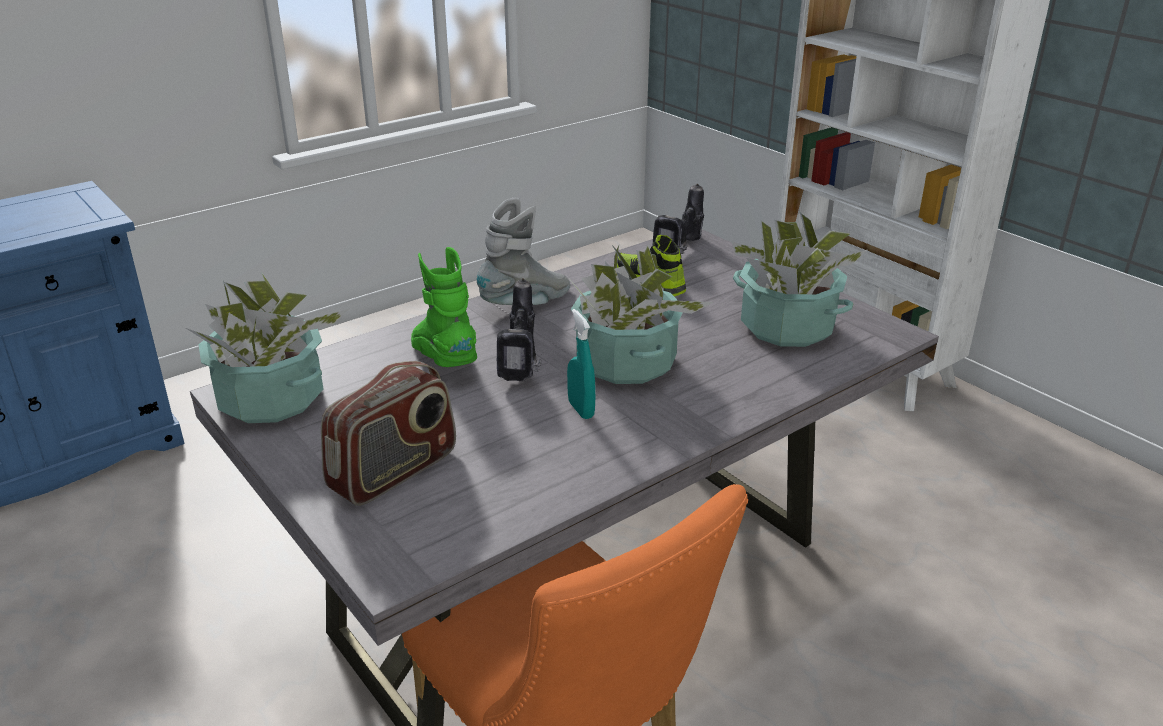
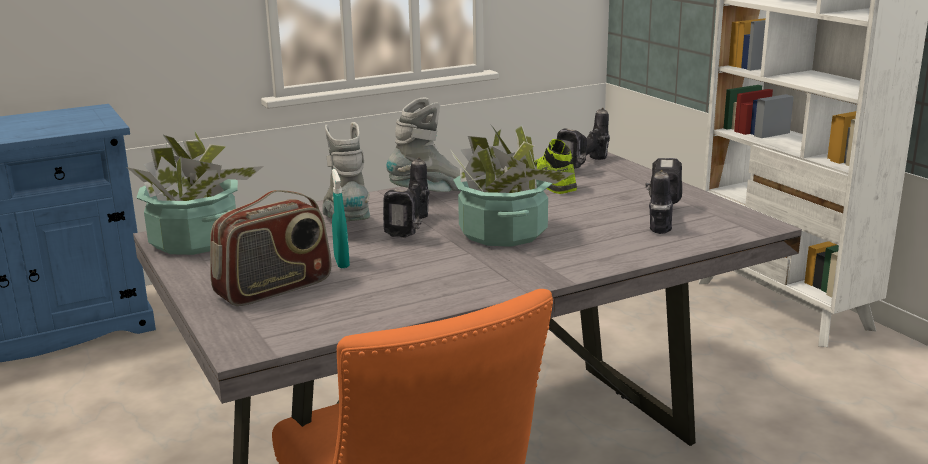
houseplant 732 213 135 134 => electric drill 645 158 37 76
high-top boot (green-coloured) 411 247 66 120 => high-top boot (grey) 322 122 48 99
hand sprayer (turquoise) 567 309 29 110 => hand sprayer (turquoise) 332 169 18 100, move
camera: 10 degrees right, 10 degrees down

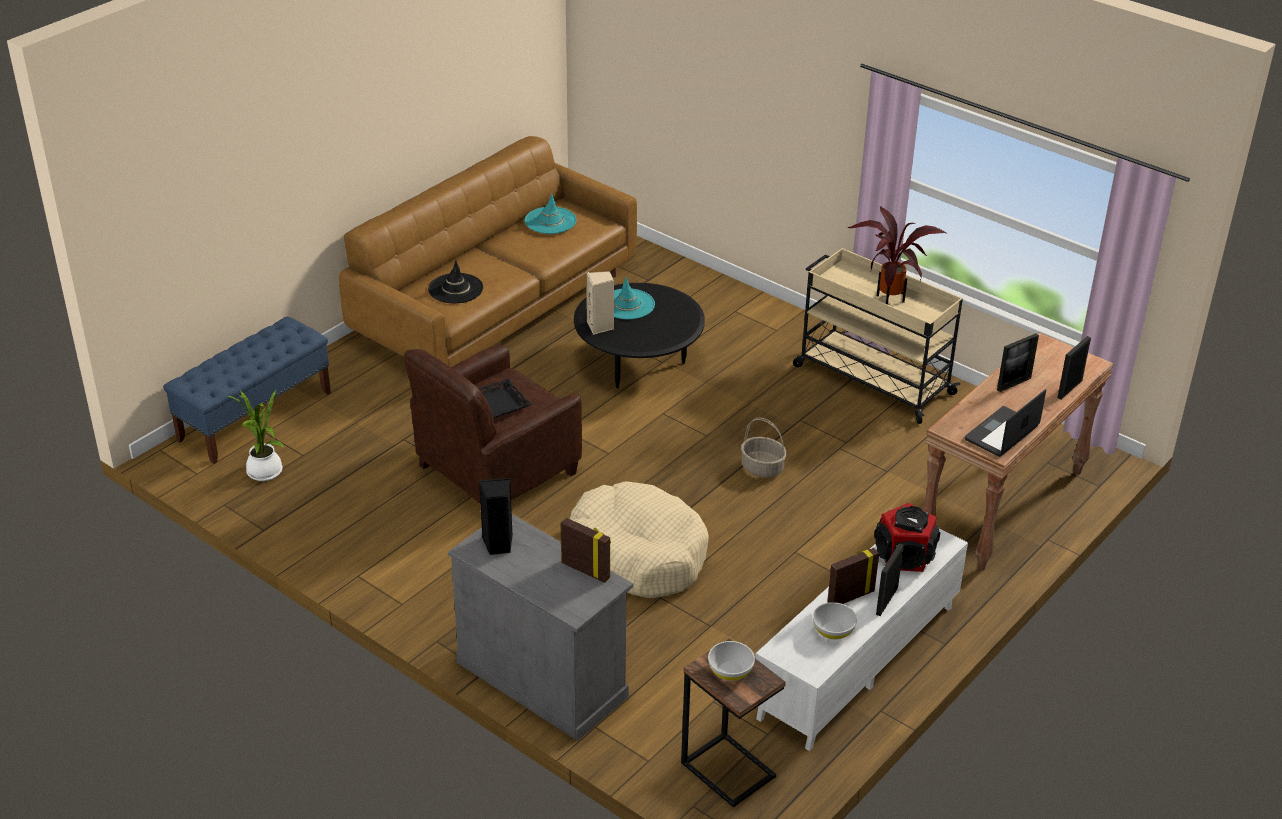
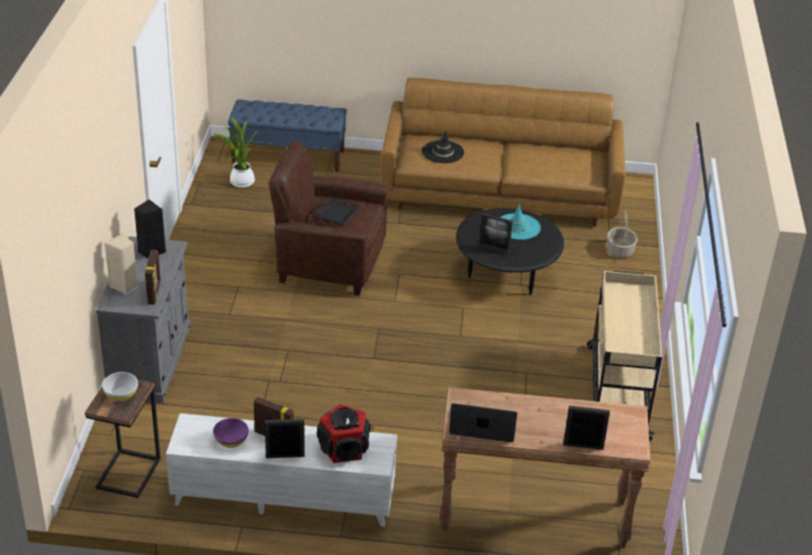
clothing hat (turquoise) 525 193 51 41 => nothing
houseplant 847 207 99 97 => nothing
speaker (beige-coloured) 586 271 28 64 => speaker (beige-coloured) 105 233 33 61, move
standing frame 997 333 42 59 => standing frame 479 213 34 41, move
basket 741 417 46 61 => basket 606 211 32 47, move
dog cushion (beige-coloured) 570 481 139 117 => nothing
deep dish (whitish) 813 602 44 38 => deep dish (purplish) 213 418 36 30
camera: 55 degrees right, 0 degrees up

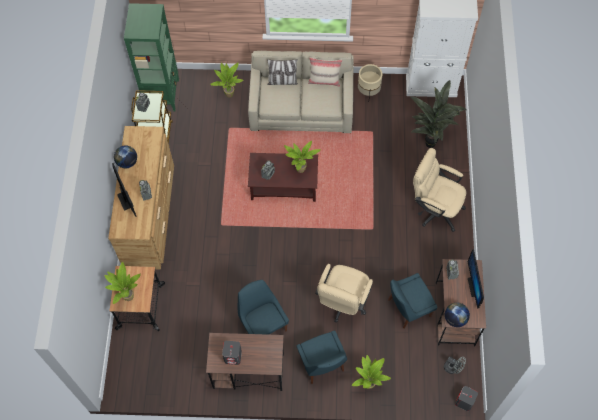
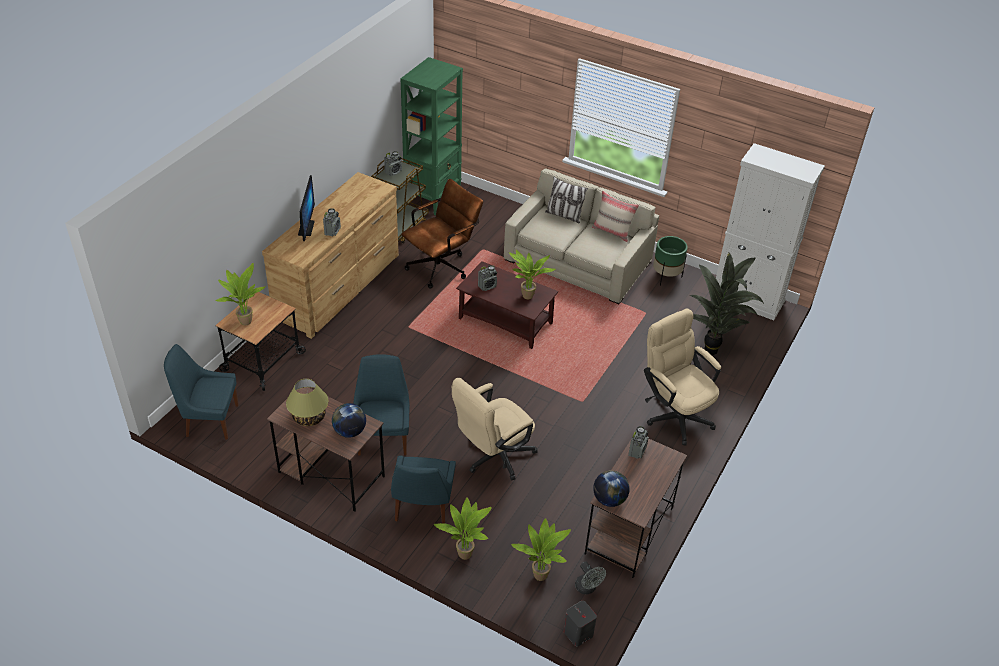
houseplant 210 62 33 36 => houseplant 511 518 60 63, move
planter (beige-coloured) 358 64 24 34 => planter (green-coloured) 653 236 35 50
desk globe 114 145 23 23 => desk globe 332 403 34 35, move
monitor 467 249 17 60 => nothing
plain chair (blue-coloured) 388 273 50 56 => plain chair (blue-coloured) 164 344 74 96, move
speaker (grey) 222 341 20 24 => table lamp 286 379 42 47
nothing => desk chair (brownish) 401 179 82 110
camera: 25 degrees right, 20 degrees down

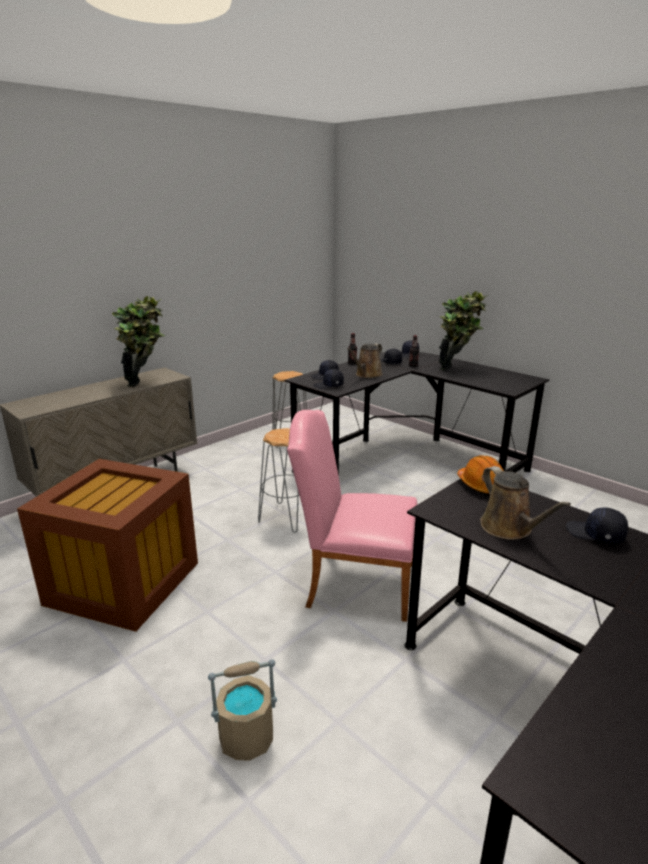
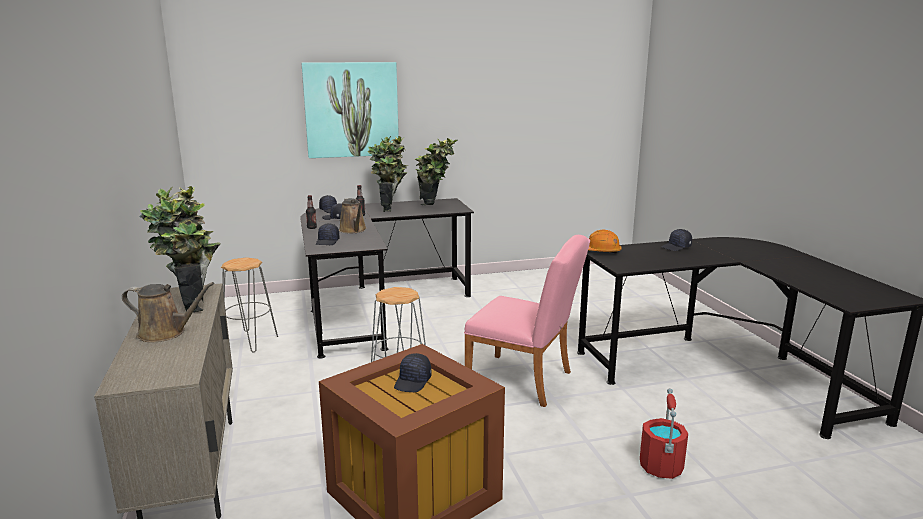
peaked cap (black) 313 369 31 20 => peaked cap (black) 394 353 37 39, move
plain chair (pink) 287 410 130 212 => plain chair (pink) 464 235 126 172, 105 degrees counterclockwise
sprinkling can (brownish) 480 466 91 74 => sprinkling can (brownish) 122 282 92 60, move
pail (beige-coloured) 208 659 69 102 => pail (red) 640 388 48 91
nothing => picture 302 62 97 96
nothing => houseplant 414 138 43 67
camera: 60 degrees left, 5 degrees down

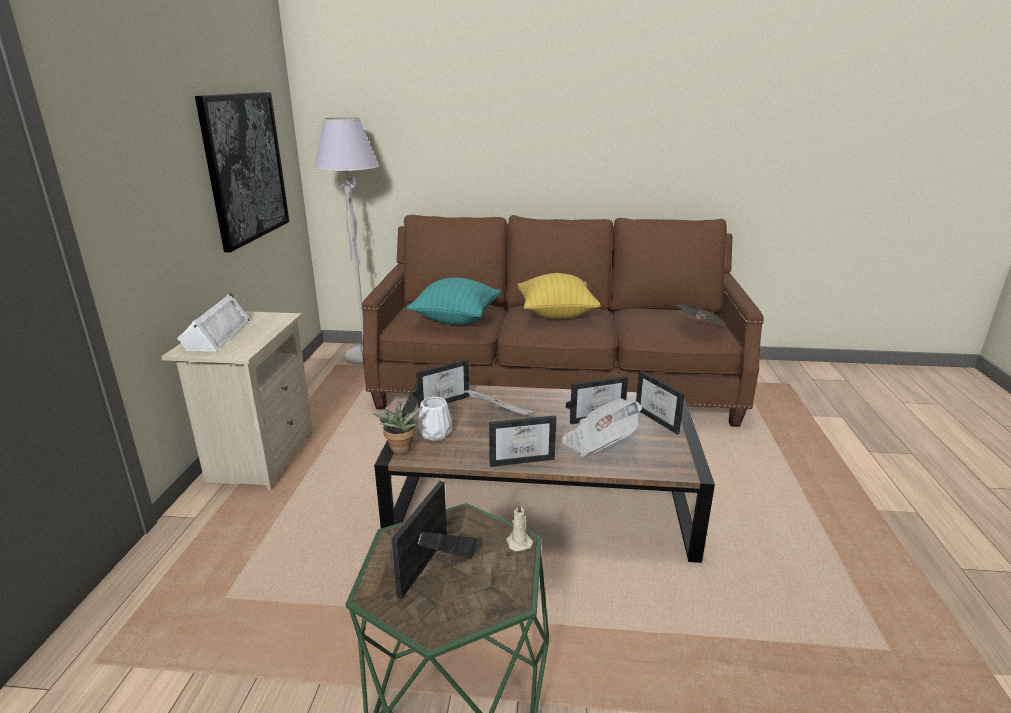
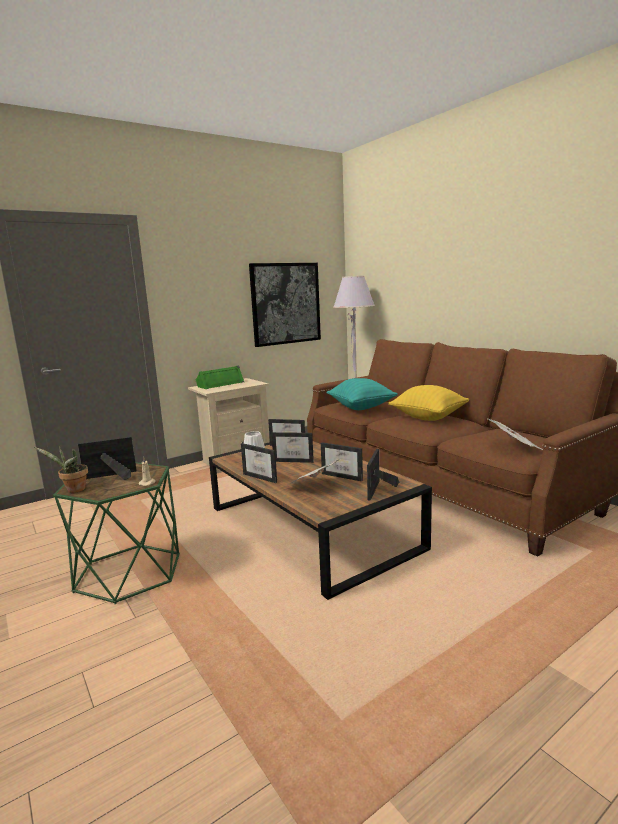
speaker (whitish) 177 292 73 60 => speaker (green-coloured) 196 366 48 23
printed paper 464 390 70 26 => standing frame 272 432 42 31
houseplant 374 401 49 53 => houseplant 34 446 54 47, move
camera: 50 degrees right, 10 degrees down

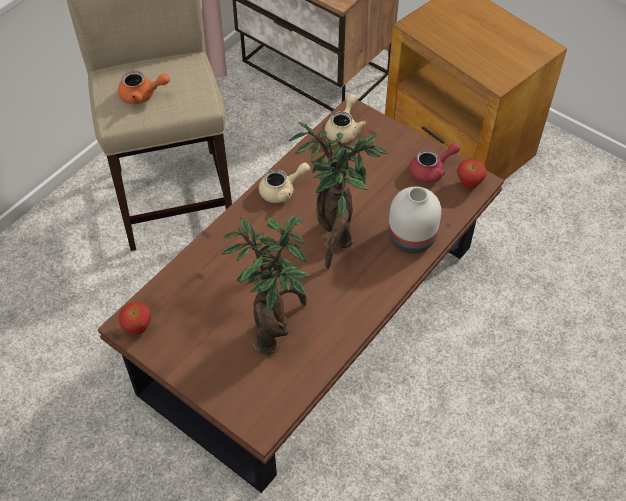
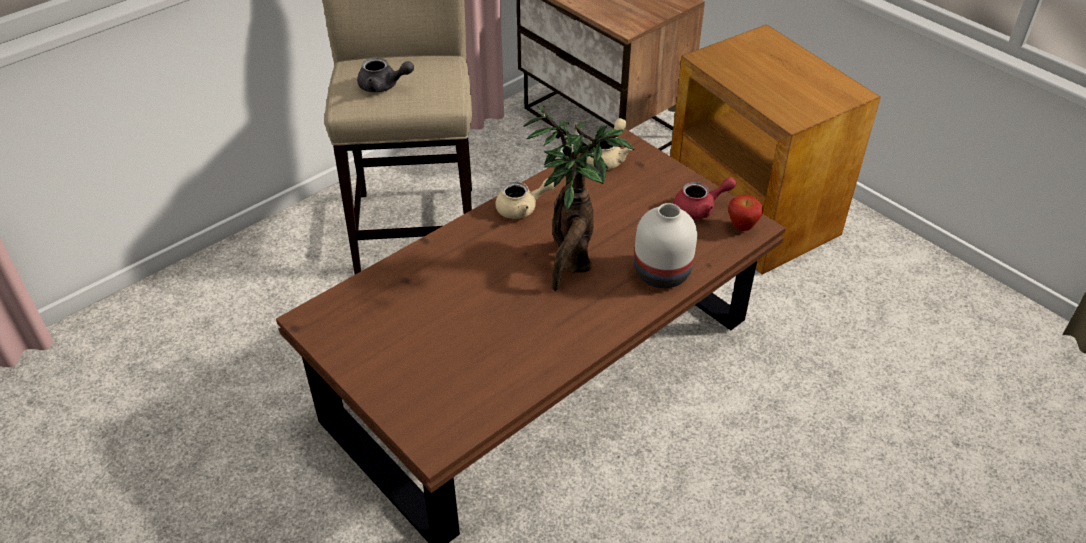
tea pot (orangey) 118 71 52 33 => tea pot (grey) 357 57 57 36
houseplant 221 215 89 140 => nothing
whole apple 119 302 32 33 => nothing
camera: 10 degrees right, 10 degrees down

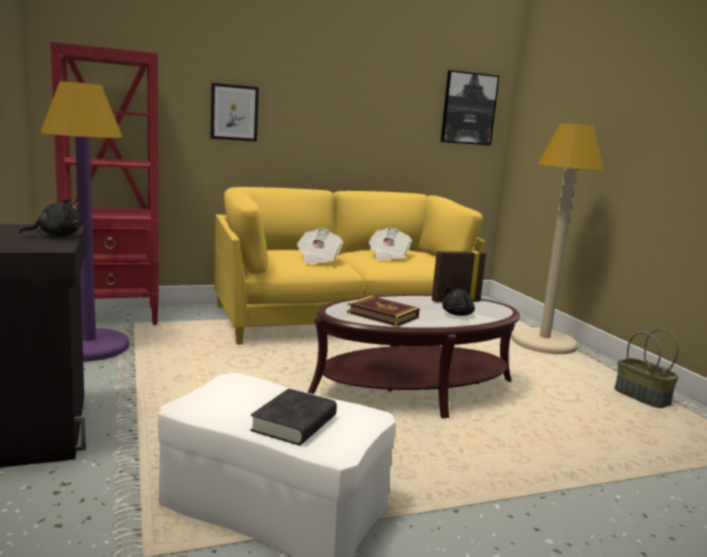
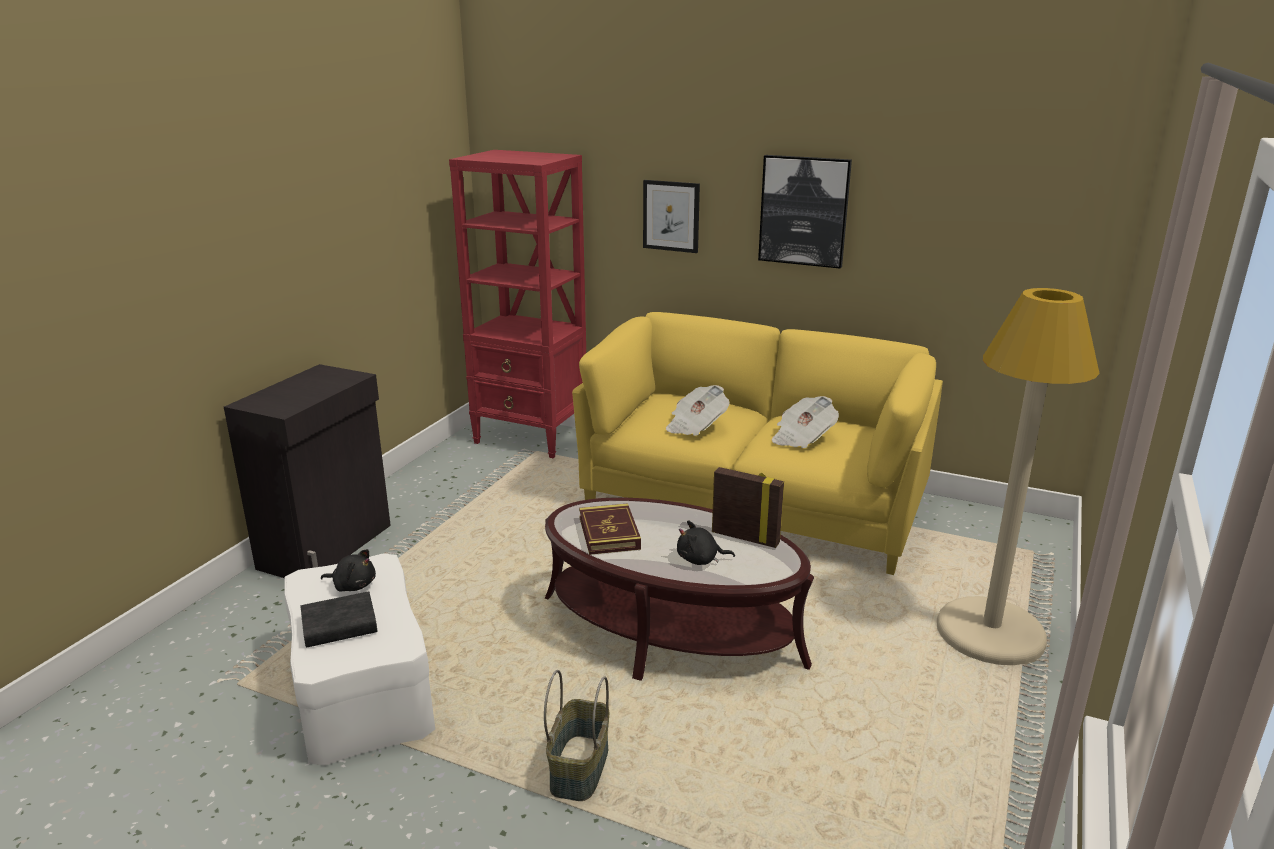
picture 441 70 58 75 => picture 758 155 94 114, move
standing lamp (purplish) 40 82 89 279 => nothing
plush toy (black) 19 199 63 37 => plush toy (black) 321 549 55 43, move
basket 614 329 65 79 => basket 544 670 65 131, move
camera: 45 degrees right, 10 degrees up

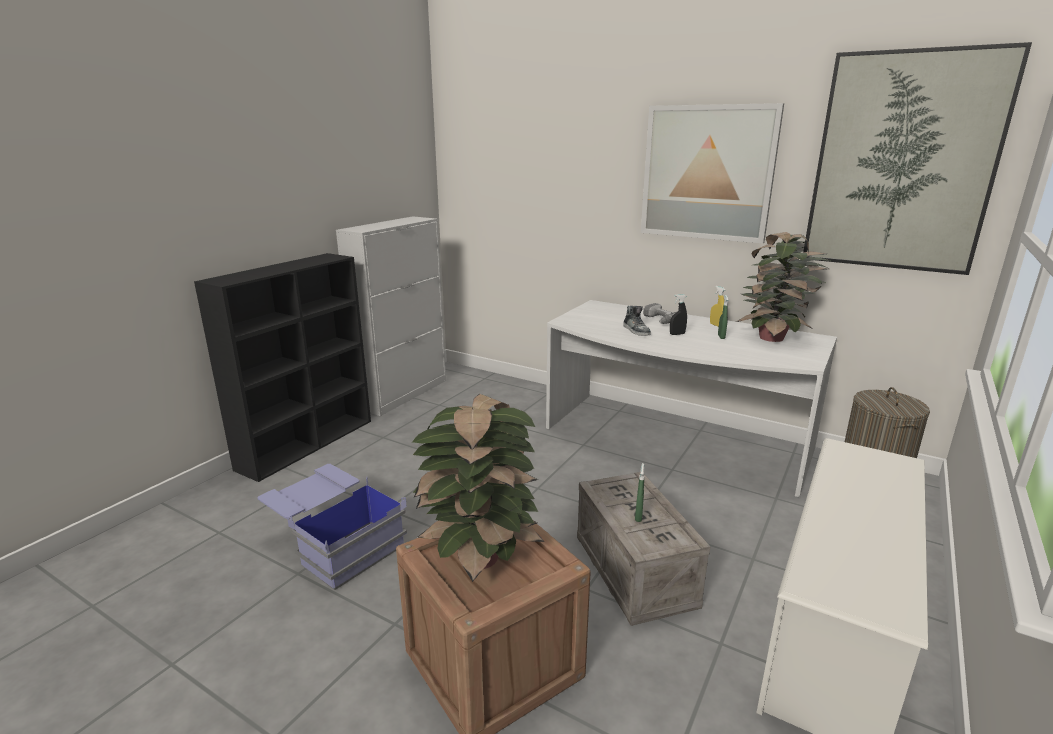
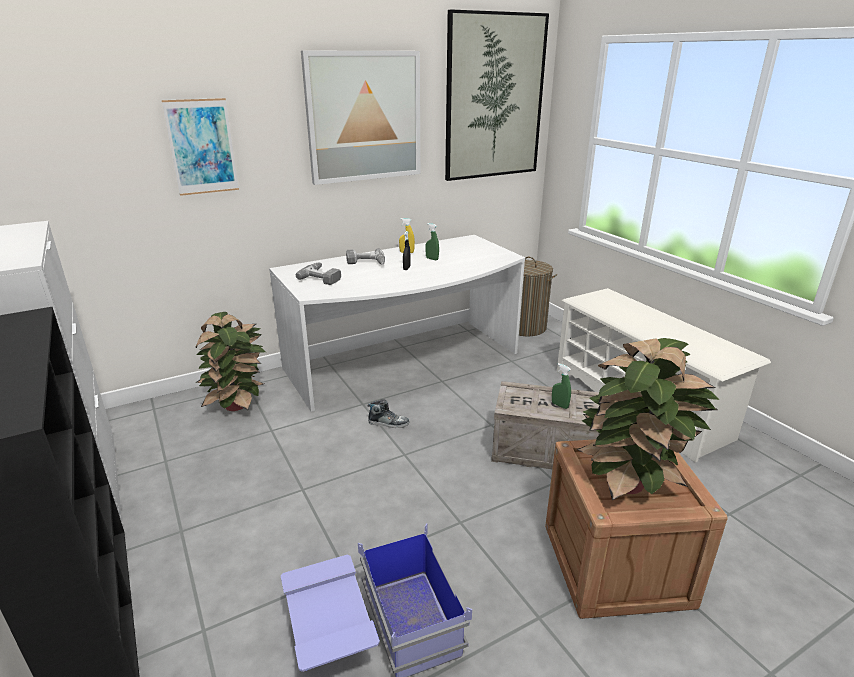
houseplant 736 232 94 110 => houseplant 195 312 71 99, move
low shoe 623 306 28 30 => low shoe 368 399 41 29, move
nothing => picture 162 98 77 98
nothing => electric drill 296 263 45 22
camera: 60 degrees left, 5 degrees up

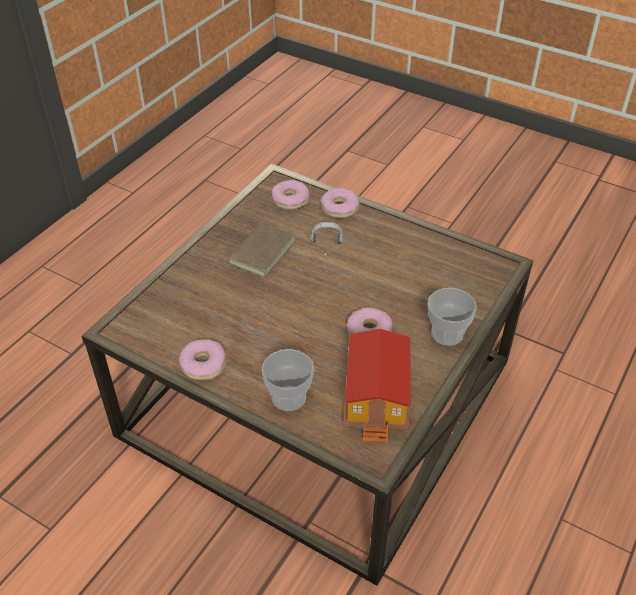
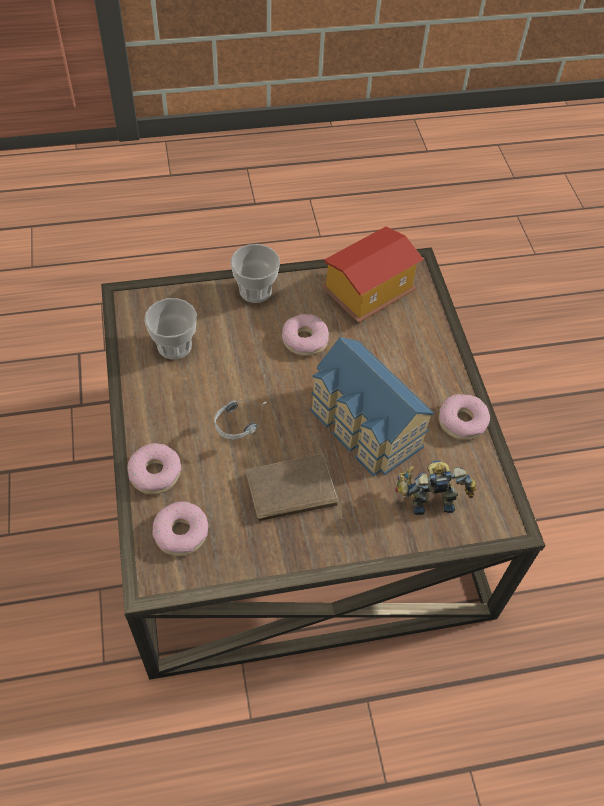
drinking cup 262 349 52 62 => drinking cup 145 298 52 61, move
nothing => model house 310 337 124 140
nothing => toy robot 395 460 82 55
camera: 135 degrees left, 10 degrees up

